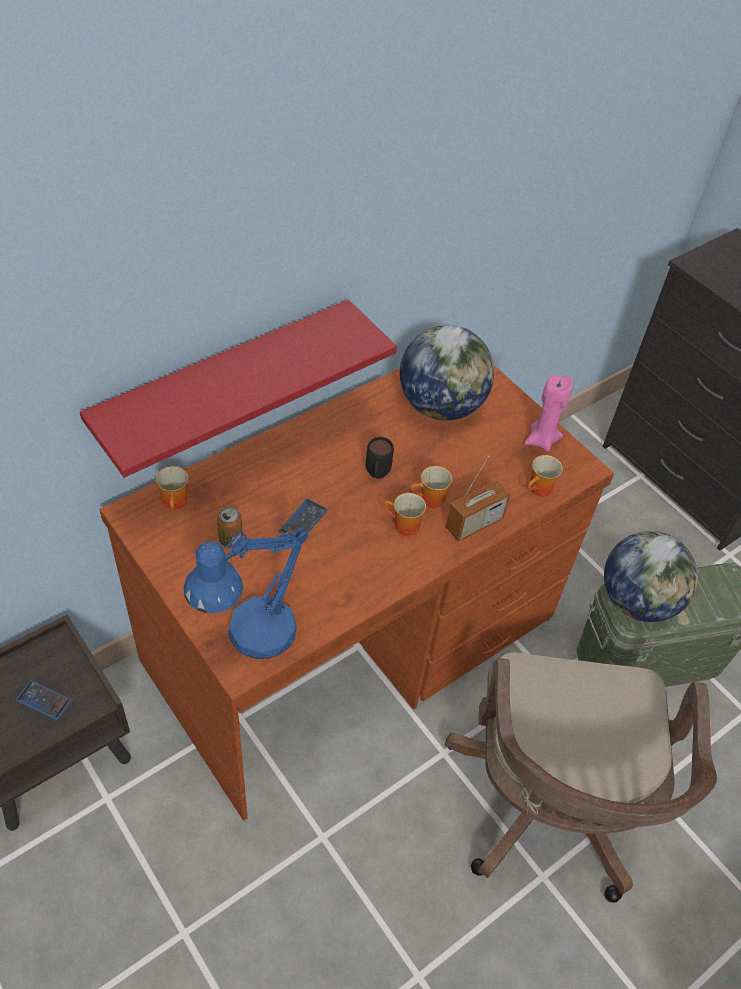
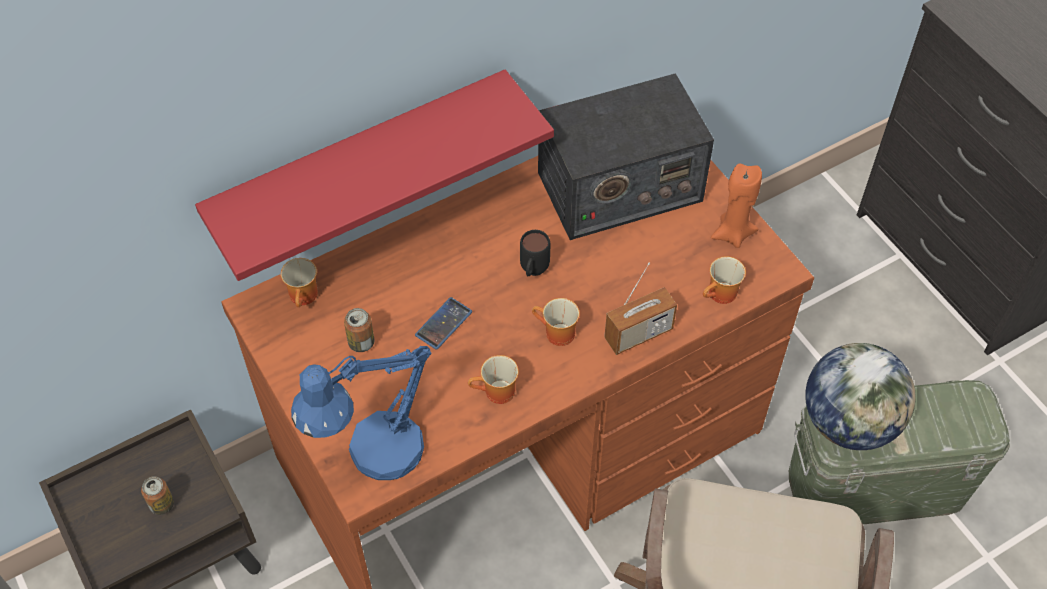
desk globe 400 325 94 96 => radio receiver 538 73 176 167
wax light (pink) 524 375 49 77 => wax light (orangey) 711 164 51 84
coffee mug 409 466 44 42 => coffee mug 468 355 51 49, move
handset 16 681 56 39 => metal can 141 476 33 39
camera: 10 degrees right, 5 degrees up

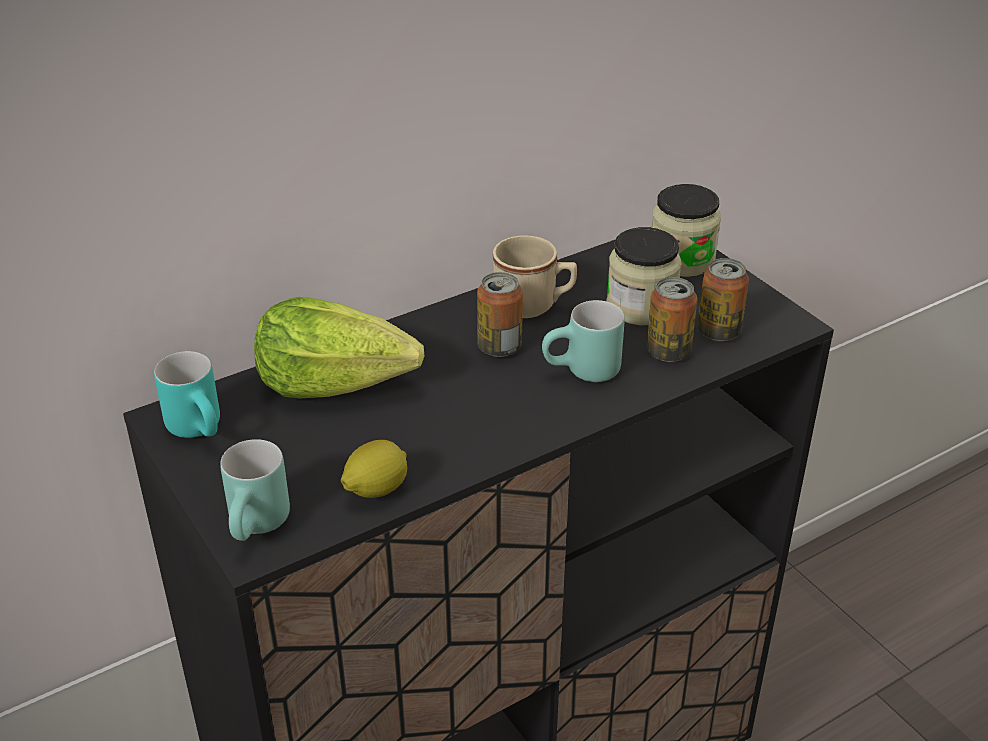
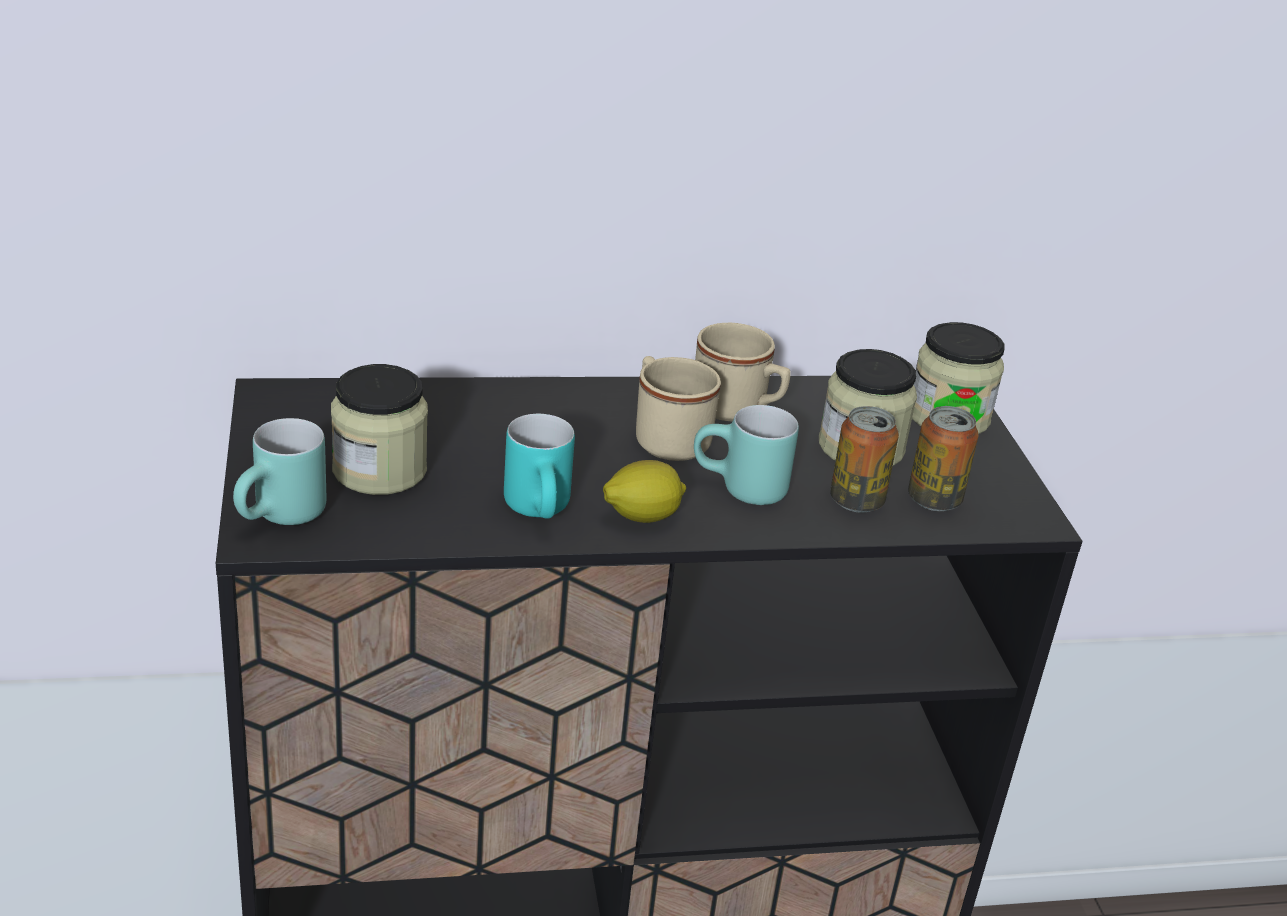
metal can 477 272 46 85 => coffee mug (beige-coloured) 636 356 85 105
head of lettuce 254 297 170 101 => nothing
coffee mug (turquoise) 154 351 66 87 => coffee mug (turquoise) 504 414 71 104, move
lemon 341 440 66 58 => lemon 603 460 83 63, move
nothing => preserve jar 331 364 97 131
camera: 20 degrees right, 5 degrees down

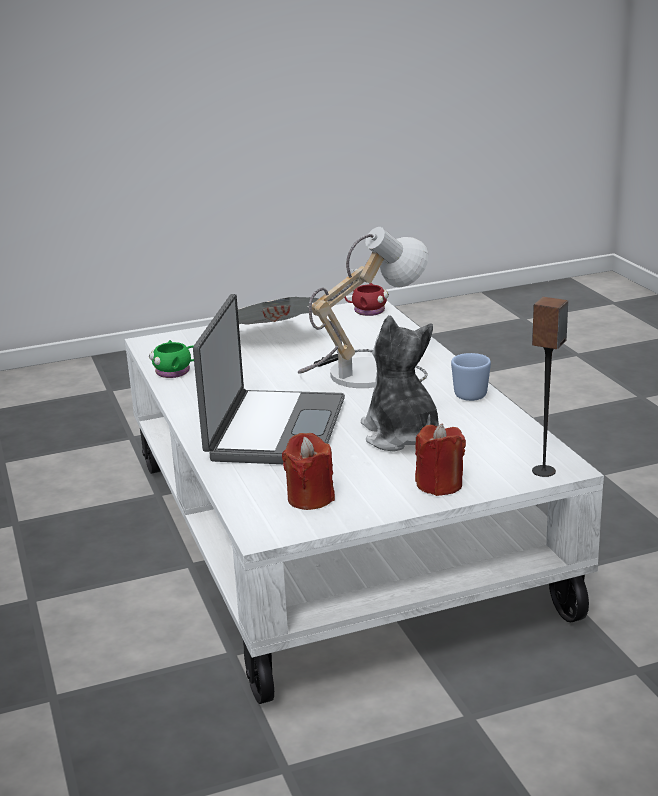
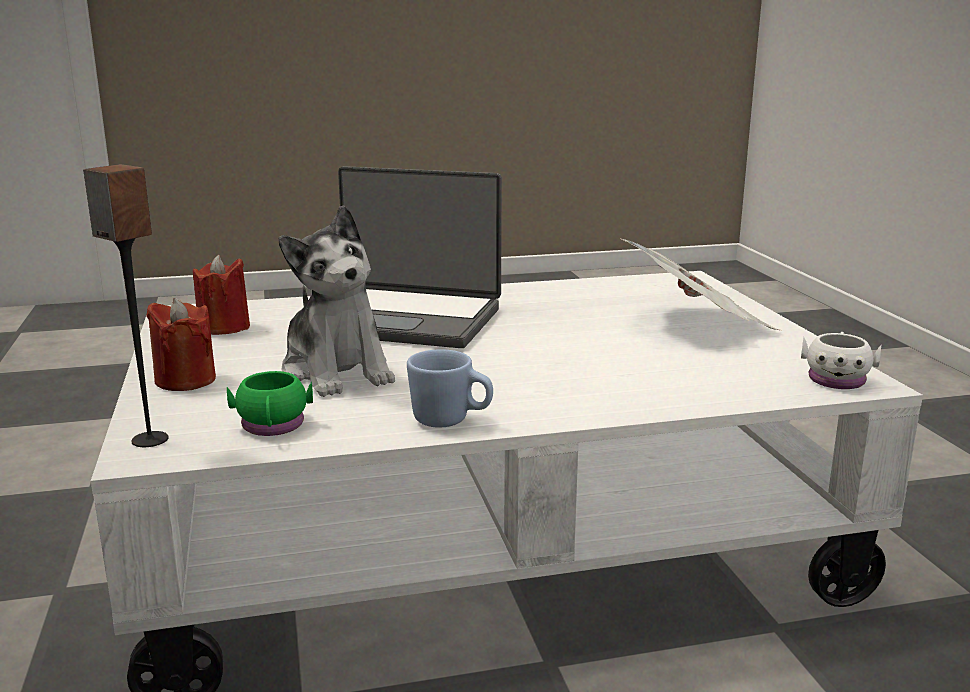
table lamp 298 227 131 161 => nothing
coffee mug (red) 344 283 45 33 => coffee mug (whitish) 801 332 80 57
plush toy 361 315 78 136 => plush toy 278 205 117 192, 75 degrees clockwise
coffee mug (green-coloured) 149 340 45 38 => coffee mug (green-coloured) 227 371 86 65, move
camera: 95 degrees right, 5 degrees down

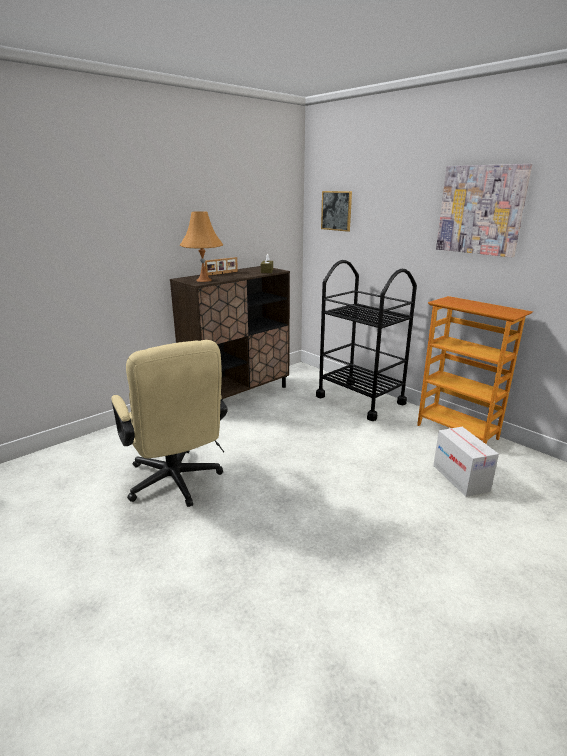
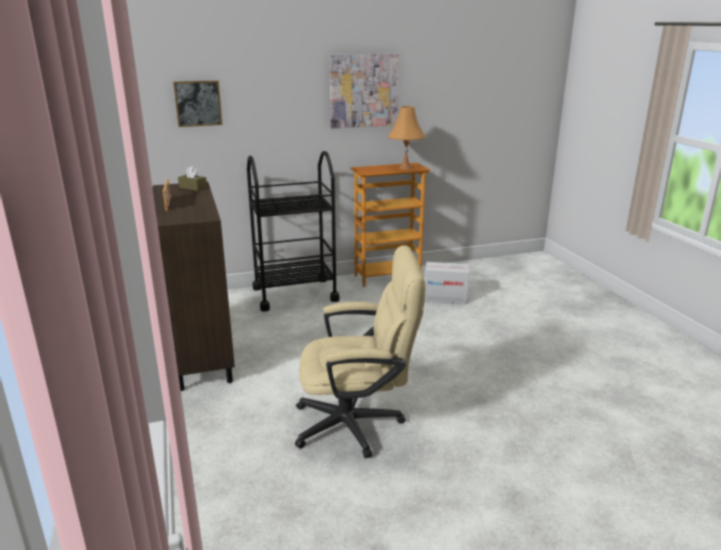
table lamp (orangey) 180 211 43 71 => table lamp (orangey) 388 106 38 64, move
camera: 65 degrees left, 0 degrees up

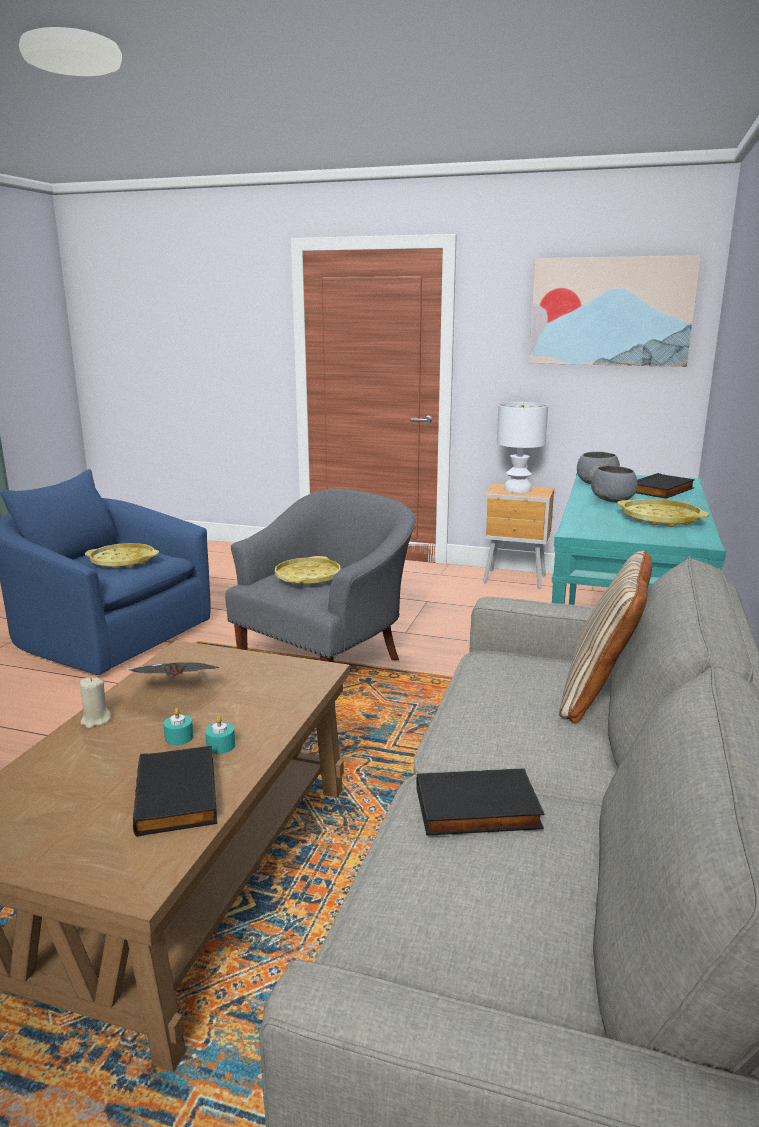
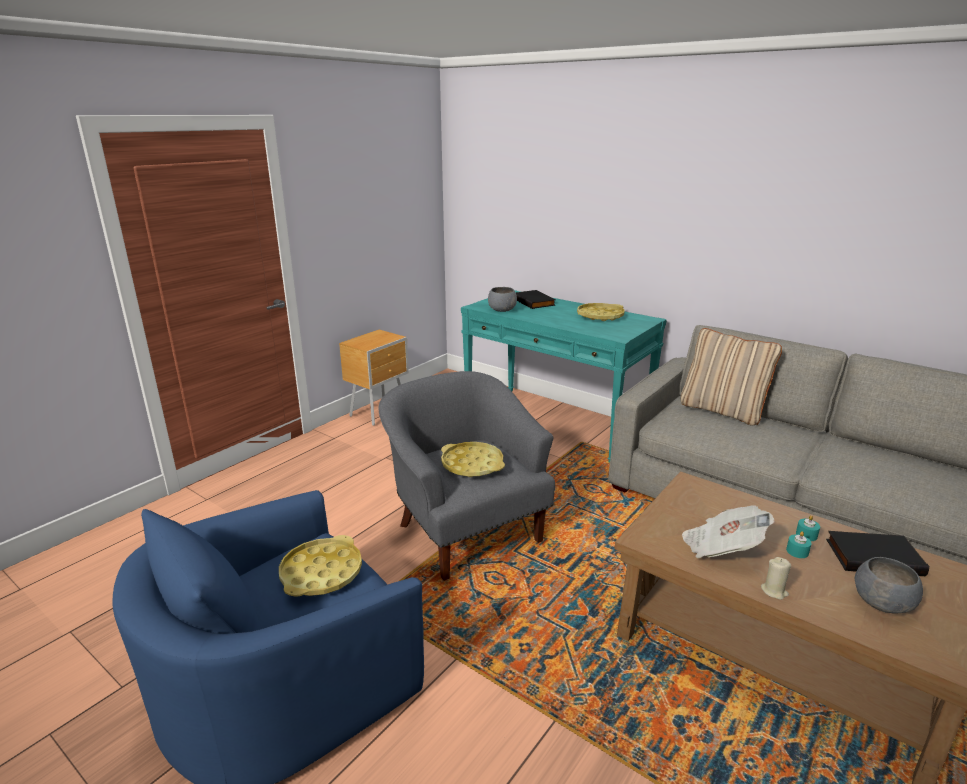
picture 529 255 172 112 => nothing
table lamp (whitish) 497 402 51 91 => nothing
deep dish (grey) 591 466 47 36 => deep dish (grey) 855 557 68 57, move
bound book (black) 416 768 129 68 => nothing
camera: 70 degrees left, 5 degrees up

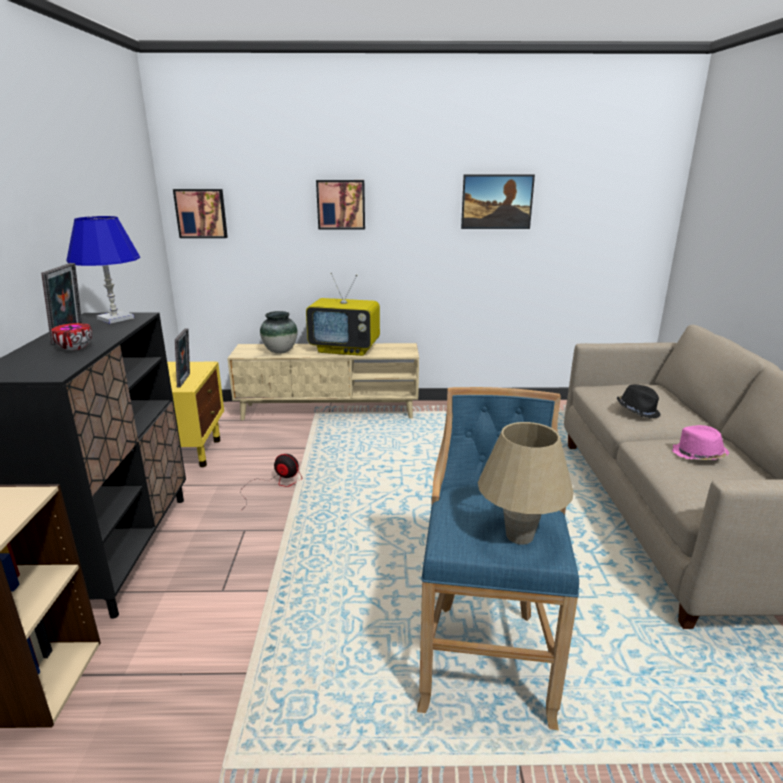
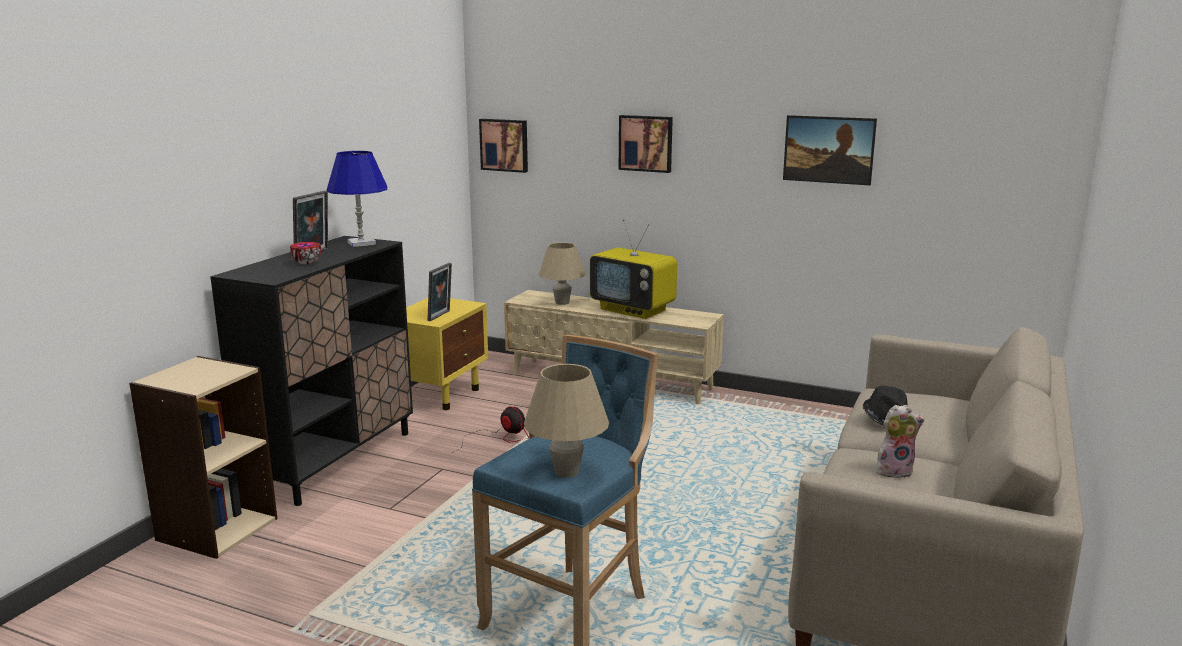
decorative vase 260 311 38 43 => table lamp (beige-coloured) 539 242 46 63
clothing hat (pink) 672 425 57 35 => plush toy 876 405 49 73
camera: 25 degrees right, 5 degrees down

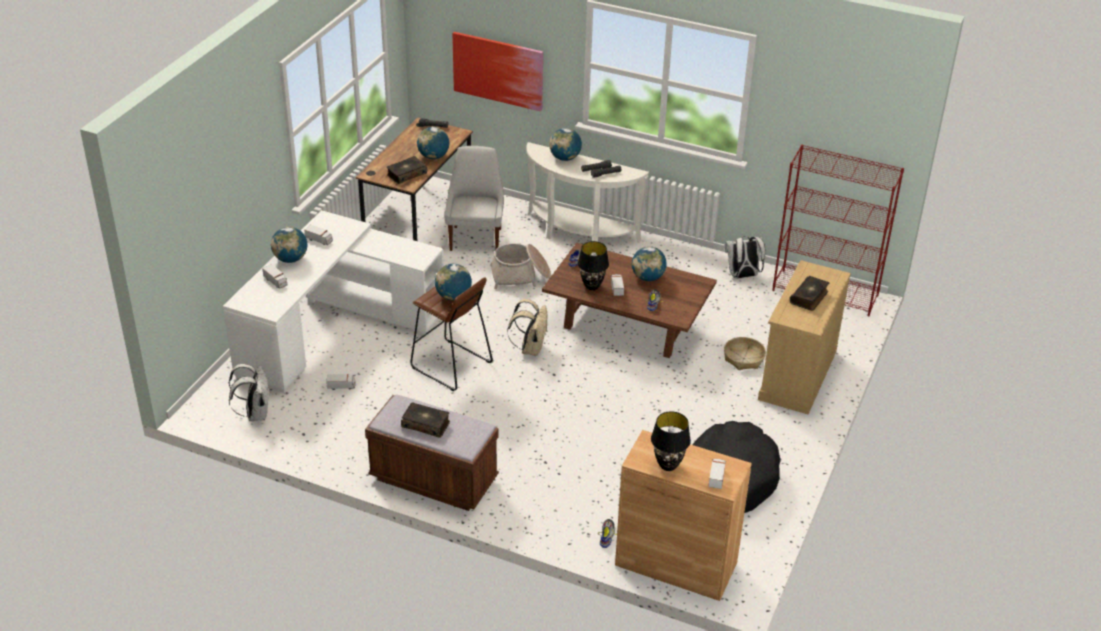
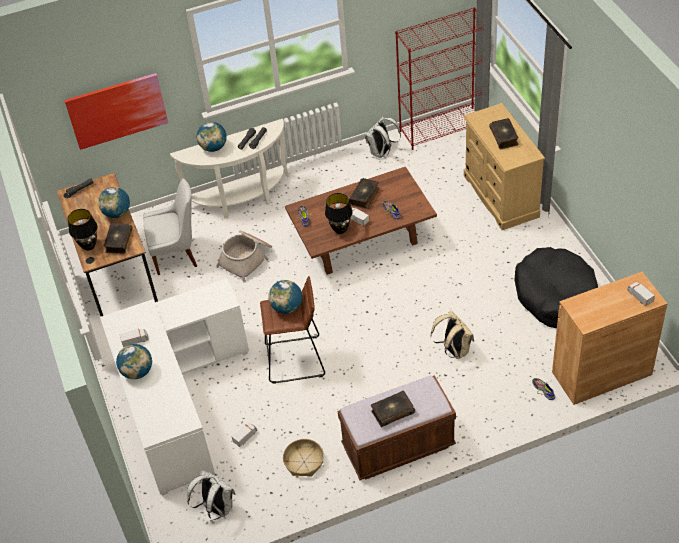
plain chair (whitish) 444 146 60 105 => plain chair (whitish) 143 178 54 97, 120 degrees clockwise
desk globe 632 246 35 35 => bound book 349 178 30 31
toy lorry 262 264 25 25 => nothing
backpack (beige-coloured) 507 299 40 57 => backpack (beige-coloured) 431 311 43 48, move
basket 724 337 42 33 => basket 283 439 41 38, move
table lamp (black) 651 411 40 60 => table lamp (black) 68 209 29 42, move
camera: 40 degrees left, 10 degrees up

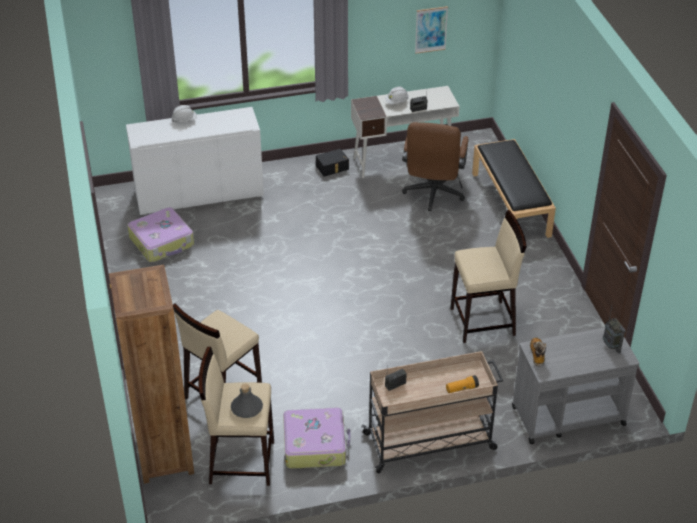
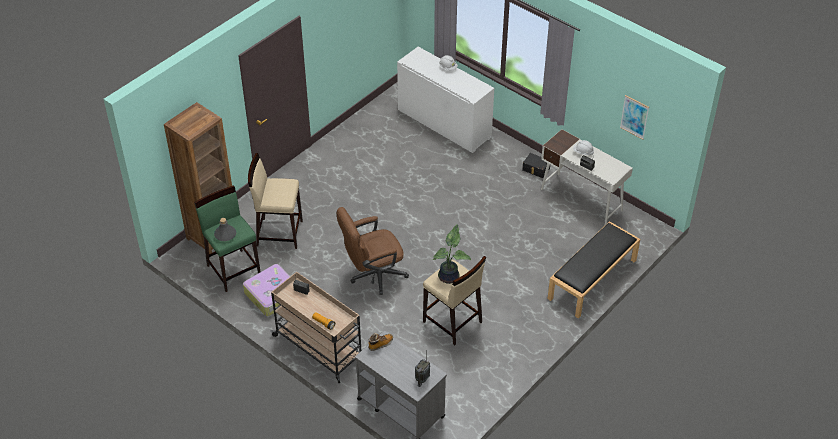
desk chair (brownish) 402 122 67 89 => desk chair (brownish) 336 207 73 88, move
piece of luggage 127 207 67 55 => nothing
stool seat (beige-coloured) 198 347 76 139 => stool seat (green-coloured) 194 185 67 107
nothing => houseplant 433 224 38 60
camera: 55 degrees right, 5 degrees up

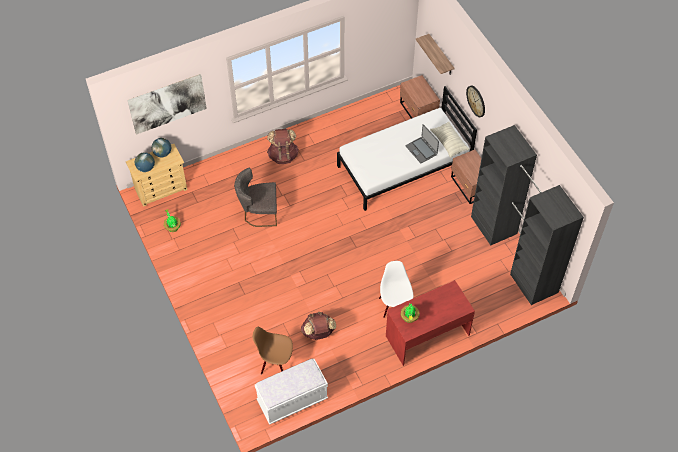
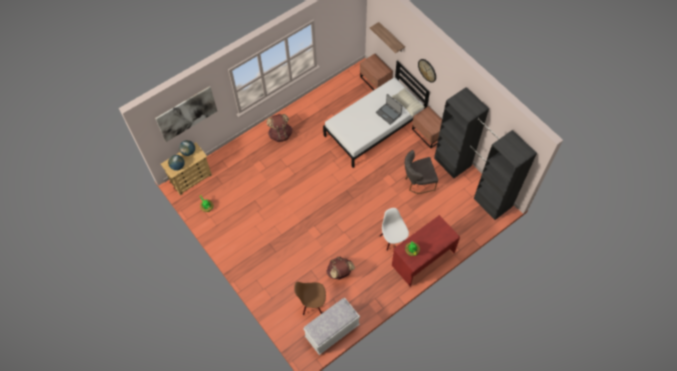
plain chair (grey) 234 168 43 59 => plain chair (grey) 405 150 33 44, move
camera: 10 degrees left, 5 degrees up

